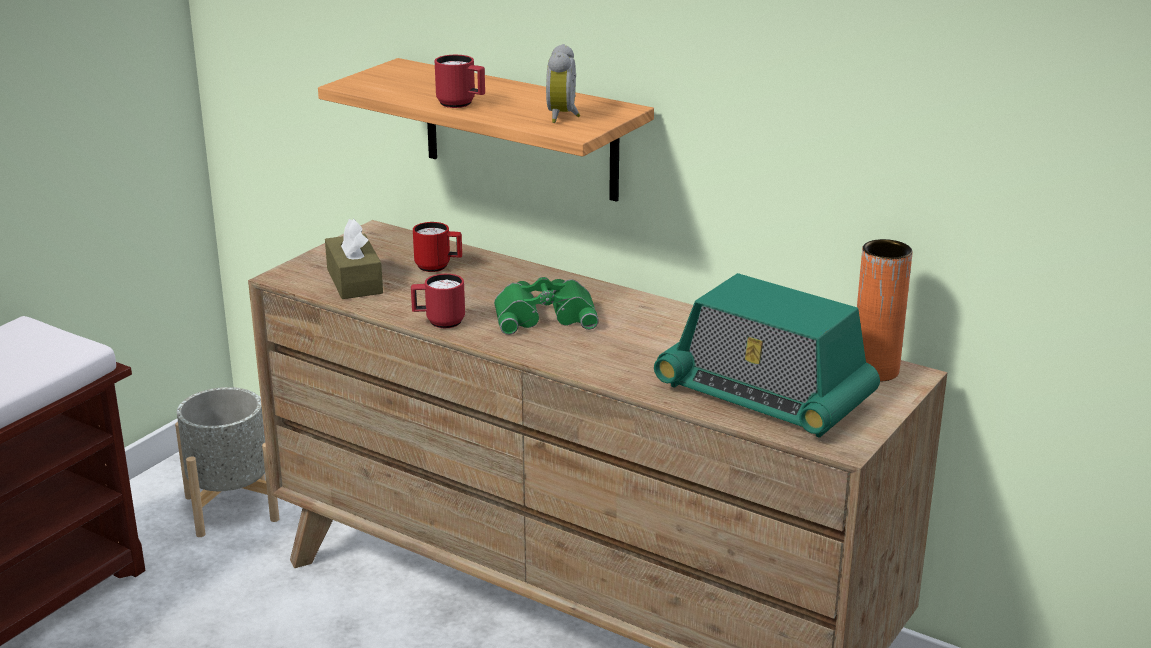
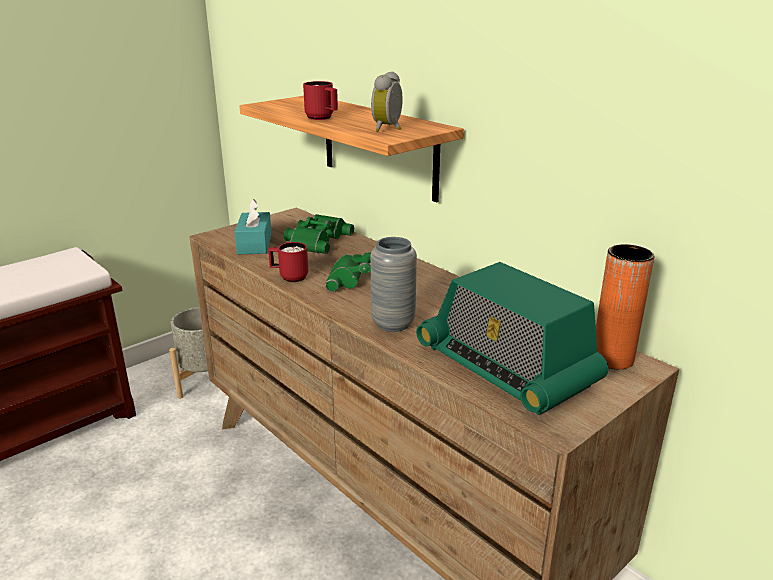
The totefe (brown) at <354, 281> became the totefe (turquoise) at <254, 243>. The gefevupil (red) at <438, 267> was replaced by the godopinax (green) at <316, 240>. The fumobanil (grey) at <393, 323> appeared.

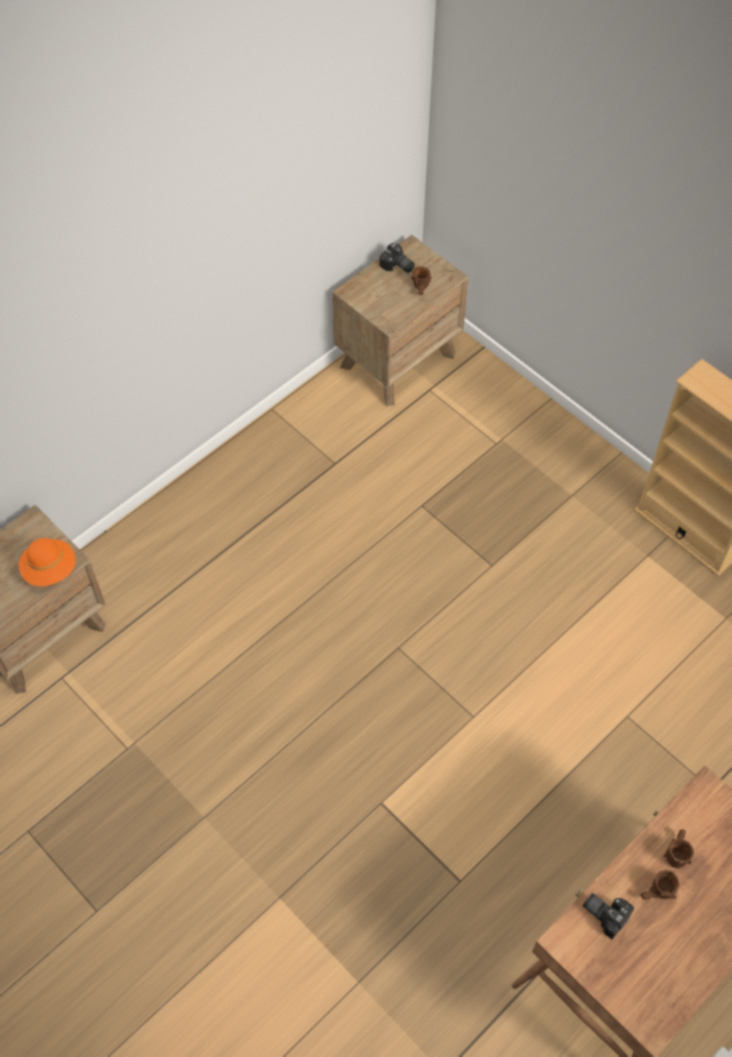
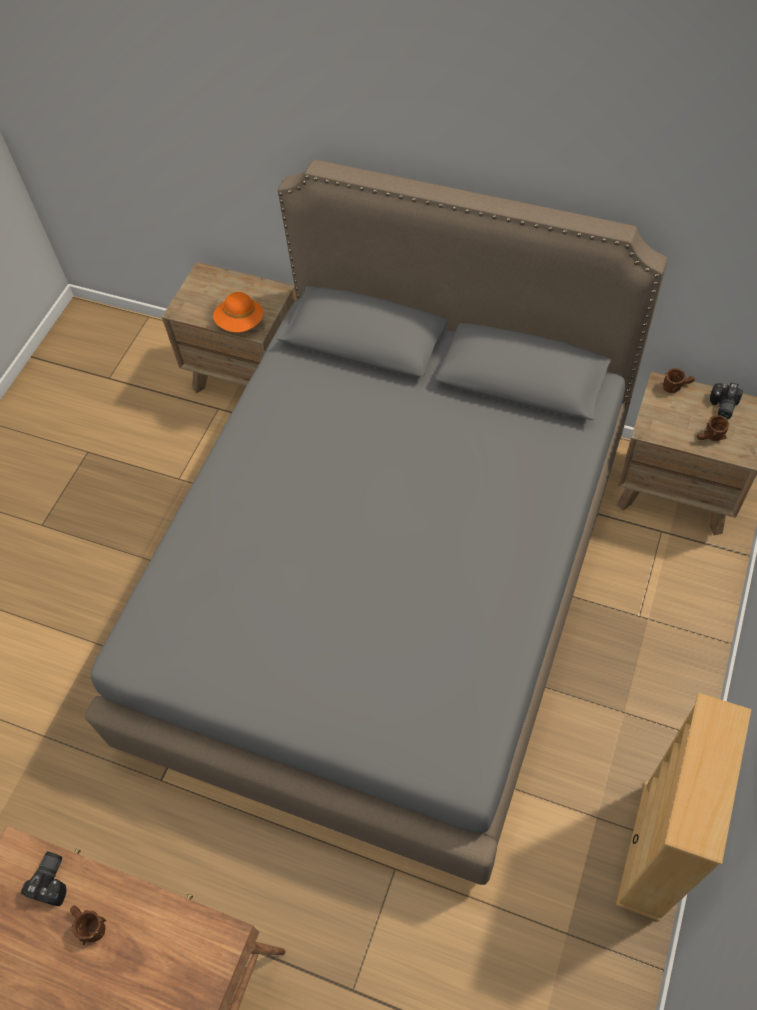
The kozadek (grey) at <387, 585> appeared. The gefevupil (brown) moved from <675, 851> to <676, 386>.

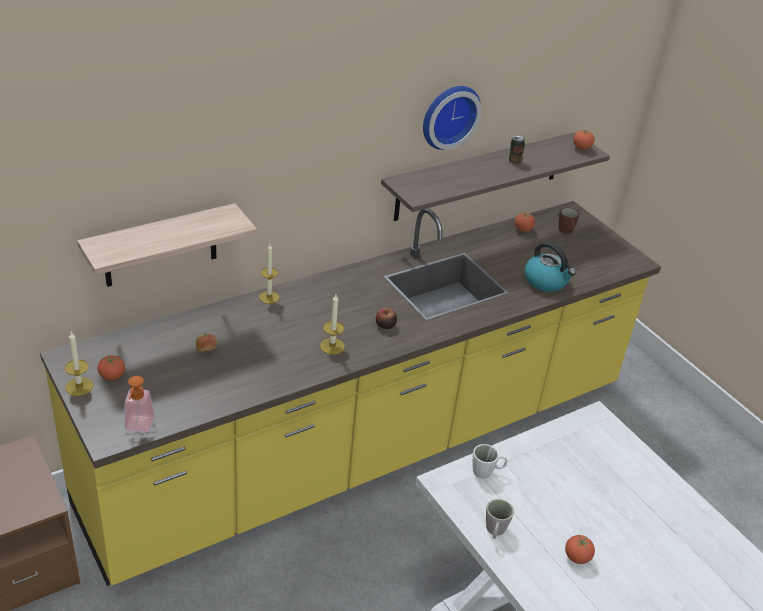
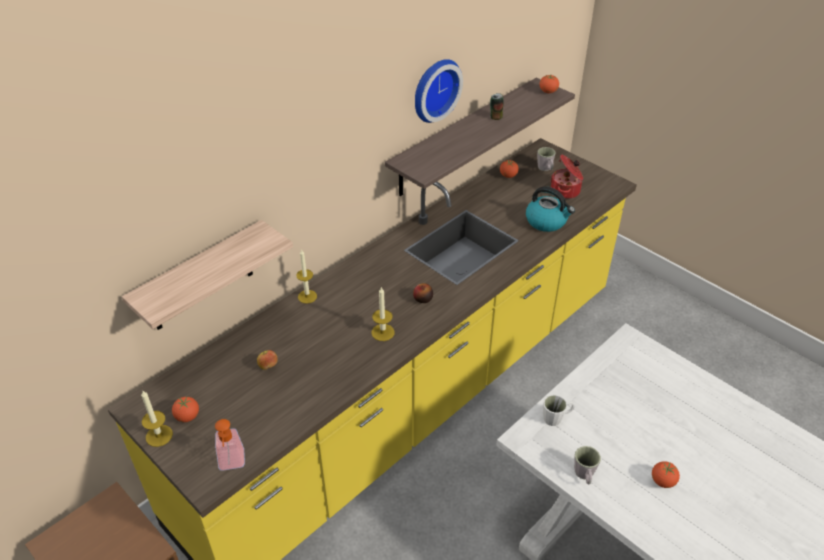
The gefevupil (brown) at <566, 231> became the gefevupil (grey) at <545, 169>. The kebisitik at <566, 191> appeared.

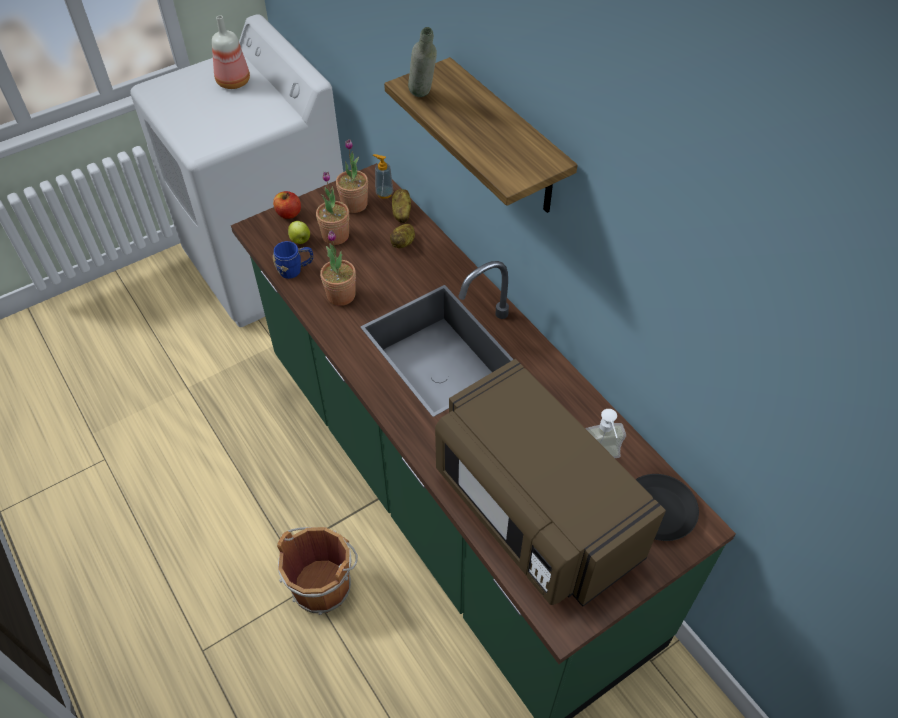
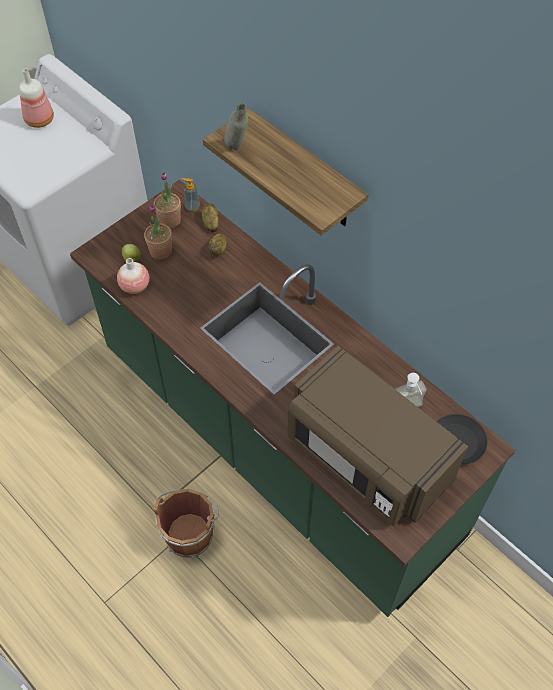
The gefevupil (blue) at <295, 270> was replaced by the fumobanil at <135, 286>. The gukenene at <288, 214> disappeared. The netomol at <341, 295> disappeared.

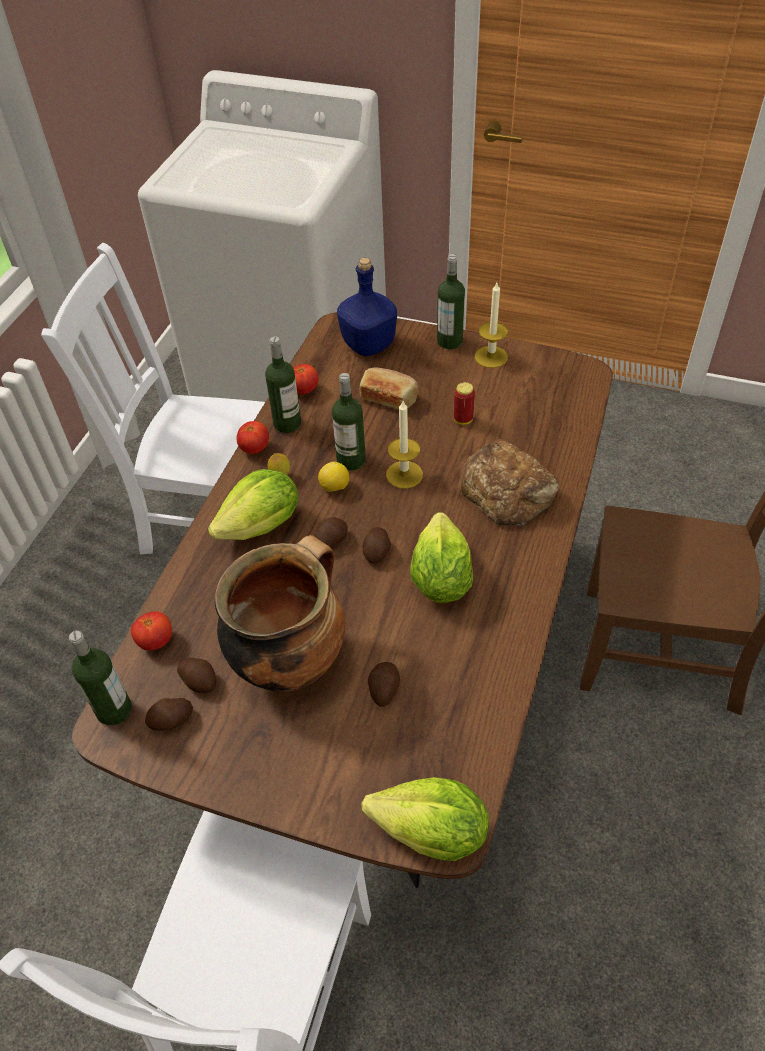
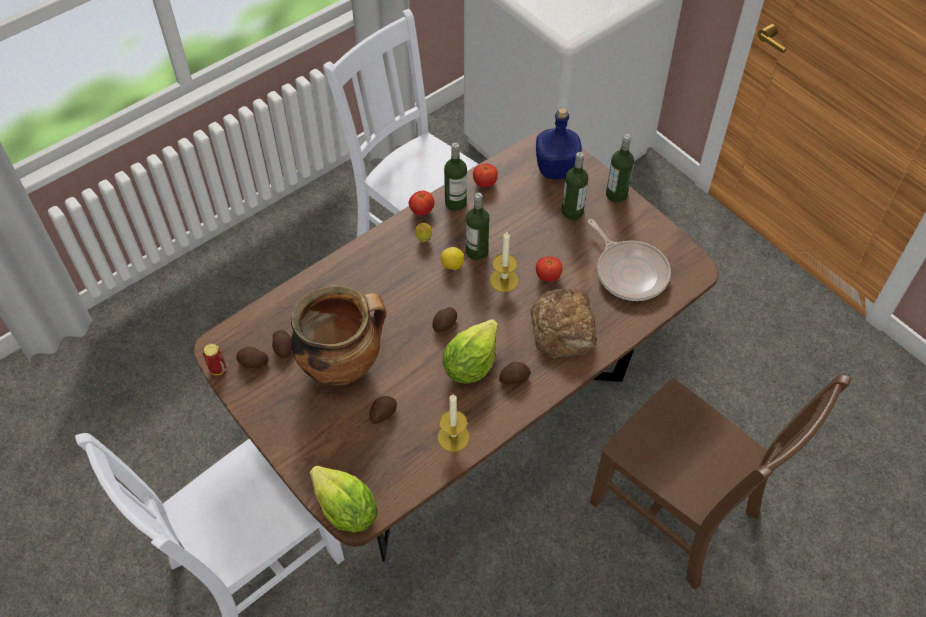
The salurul moved from <463, 419> to <218, 369>. The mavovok moved from <491, 357> to <453, 437>. The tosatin moved from <330, 540> to <514, 377>. The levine moved from <156, 641> to <548, 276>. The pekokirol moved from <114, 710> to <572, 212>. The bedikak at <629, 272> appeared. The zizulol at <262, 526> disappeared. The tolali at <389, 397> disappeared.

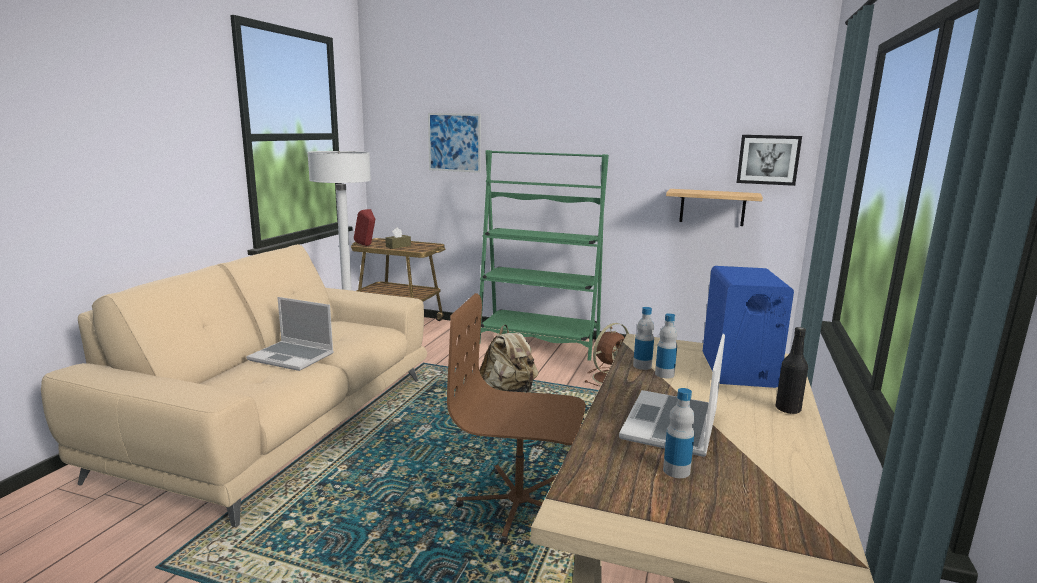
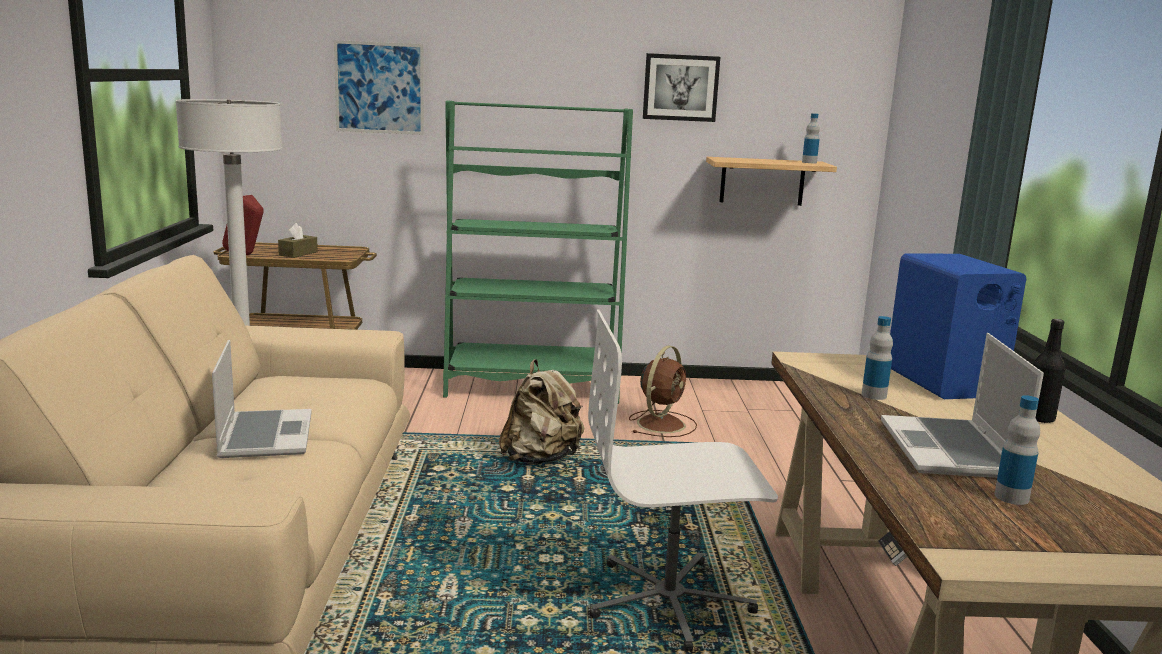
The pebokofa at <293, 357> turned 105 degrees counterclockwise. The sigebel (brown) at <519, 505> became the sigebel (white) at <669, 601>. The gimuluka moved from <768, 159> to <680, 87>. The pekokirol moved from <642, 366> to <809, 162>.

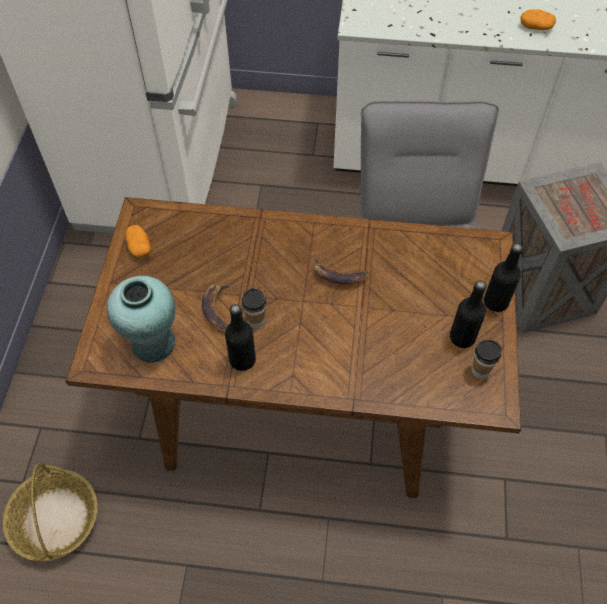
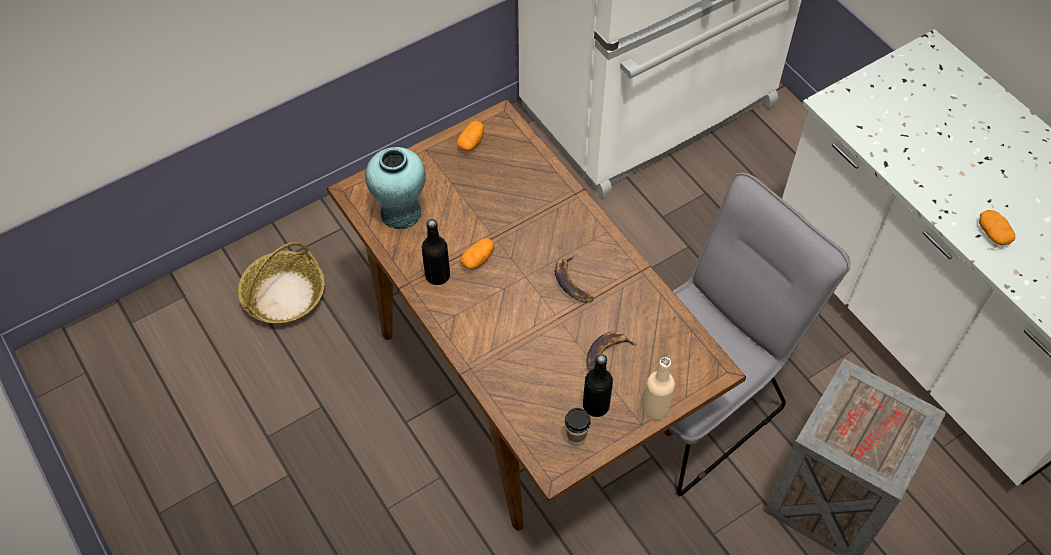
The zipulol at <255, 321> was replaced by the tosatin at <478, 259>. The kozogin moved from <218, 310> to <606, 355>. The pekokirol (black) at <495, 302> became the pekokirol (beige) at <655, 408>.

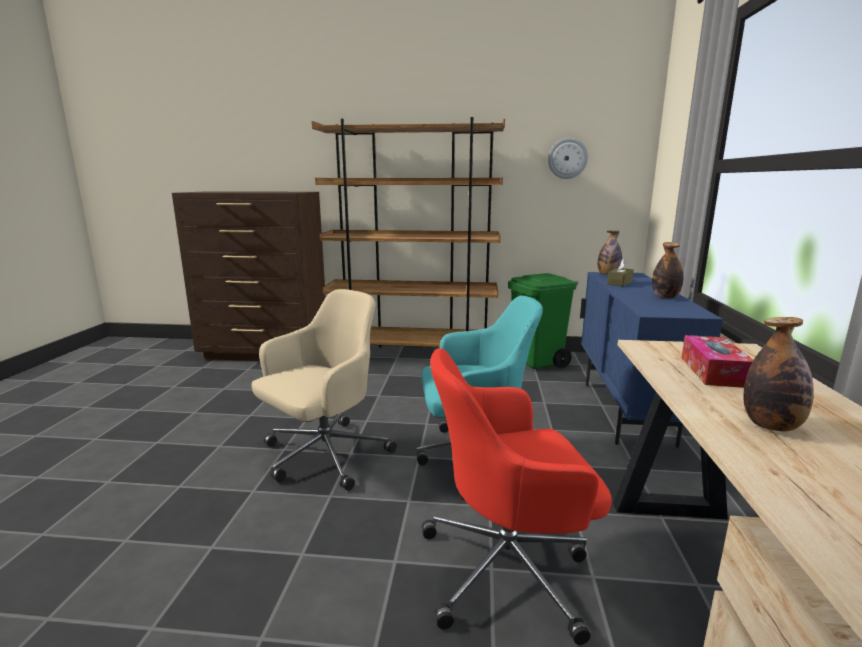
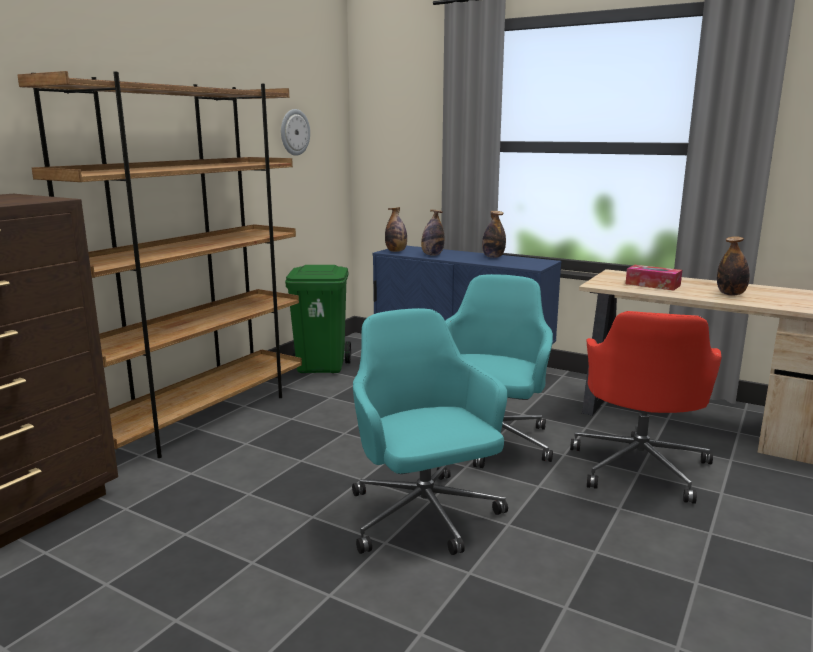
The sigebel (beige) at <324, 456> became the sigebel (turquoise) at <424, 517>. The totefe (brown) at <620, 283> was replaced by the pekokirol at <432, 255>.

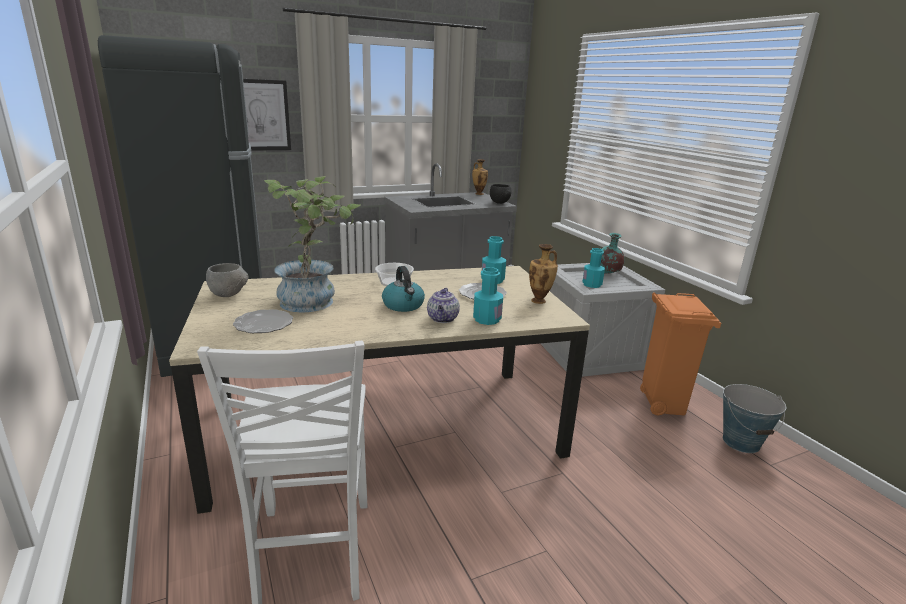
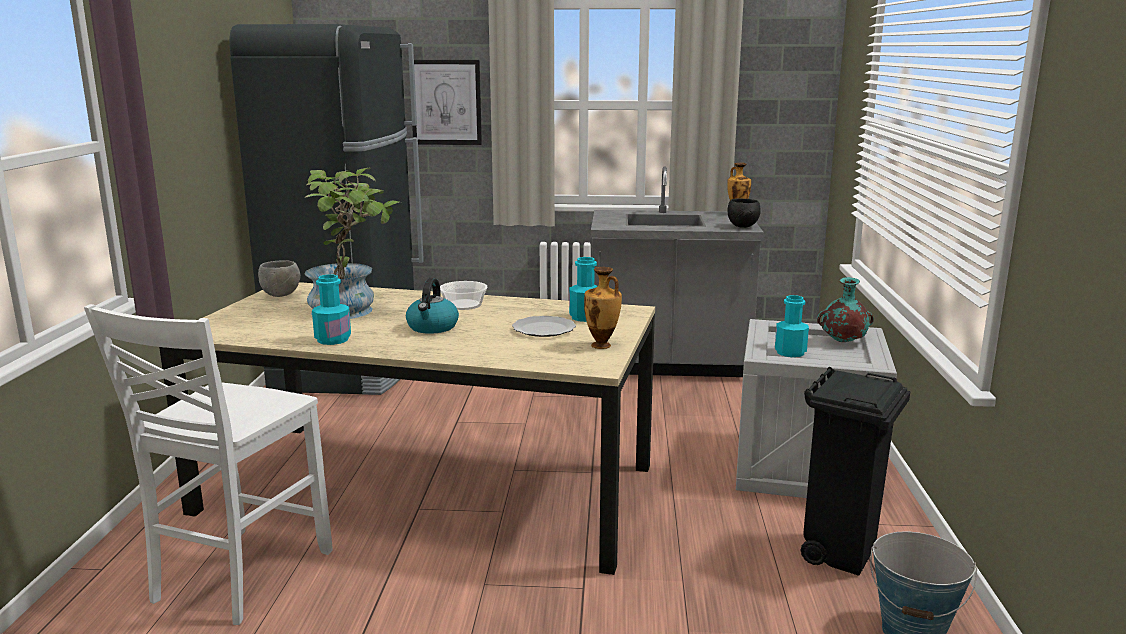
The pekokirol (turquoise) moved from <487, 319> to <333, 339>. The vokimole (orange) at <662, 404> became the vokimole (black) at <840, 553>. The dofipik at <264, 324> disappeared. The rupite at <443, 319> disappeared.

